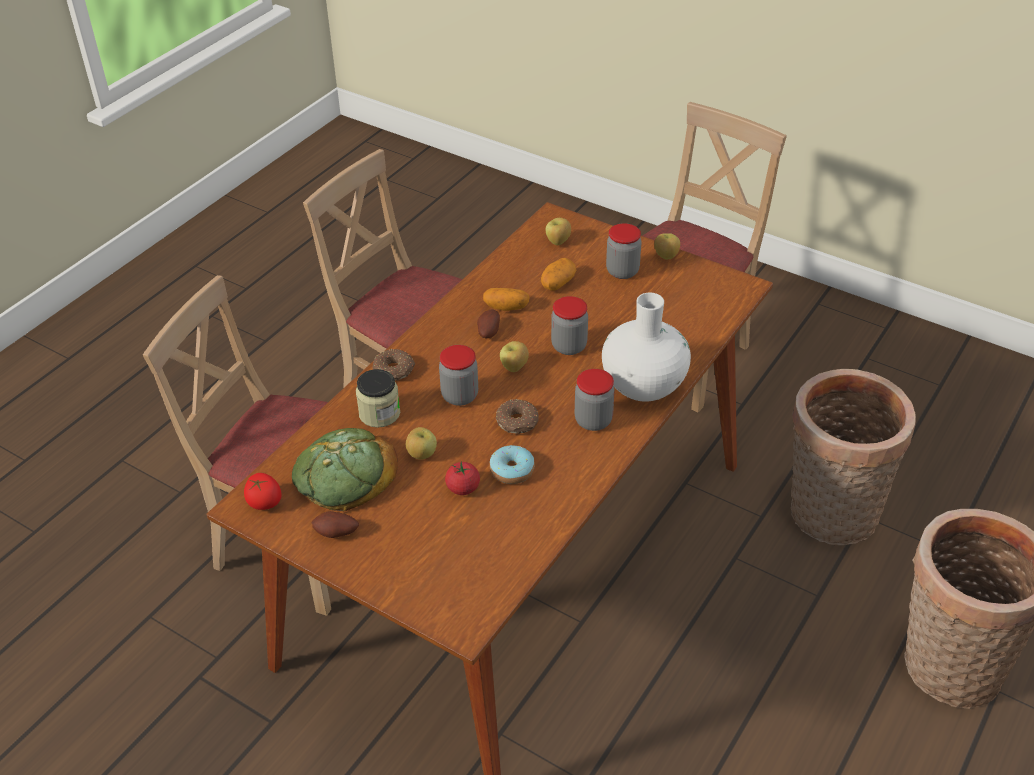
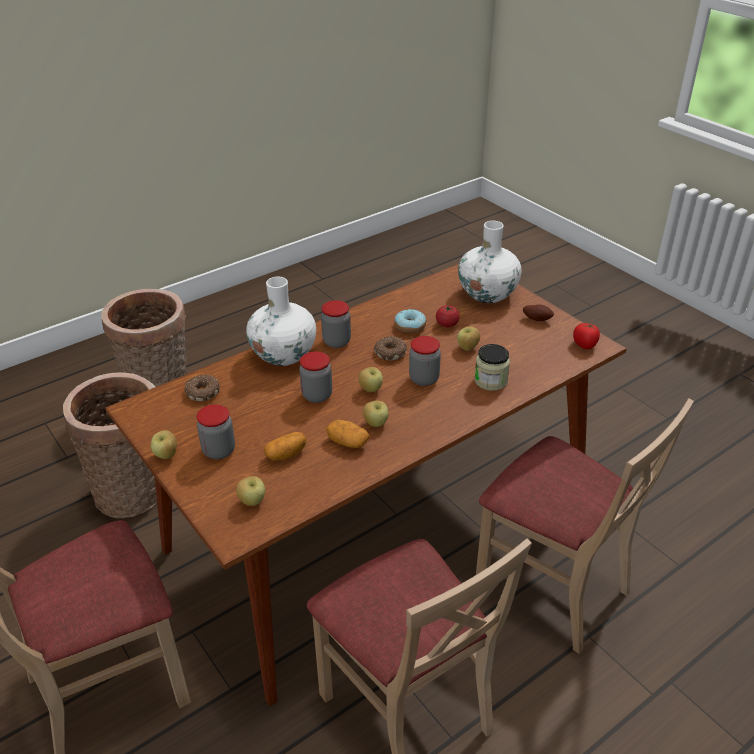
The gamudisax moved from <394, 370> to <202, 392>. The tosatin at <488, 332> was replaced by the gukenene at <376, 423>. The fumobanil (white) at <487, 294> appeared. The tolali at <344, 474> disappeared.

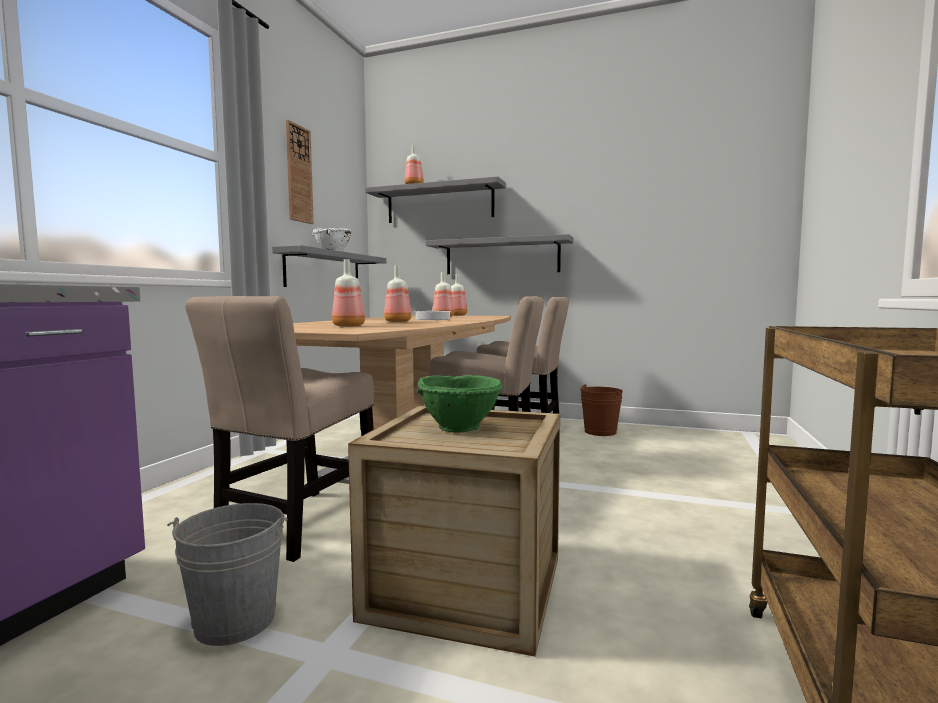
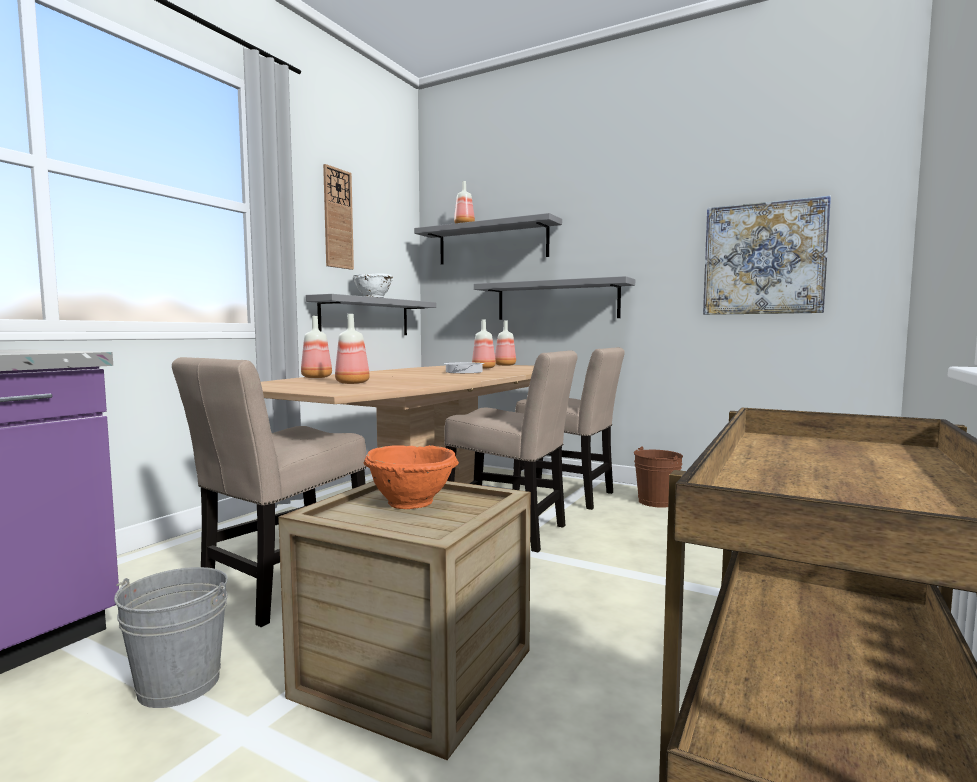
The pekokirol moved from <397, 321> to <316, 377>. The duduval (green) at <460, 427> became the duduval (orange) at <412, 502>. The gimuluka at <763, 259> appeared.

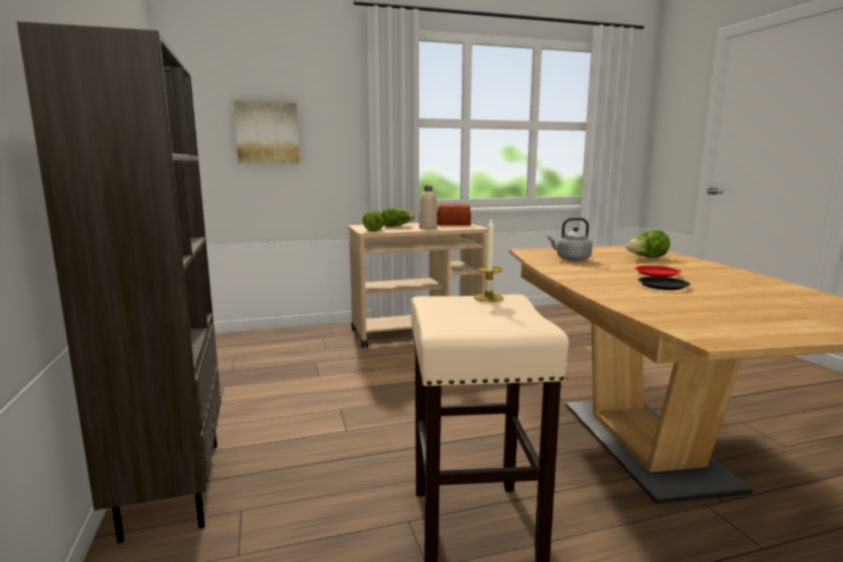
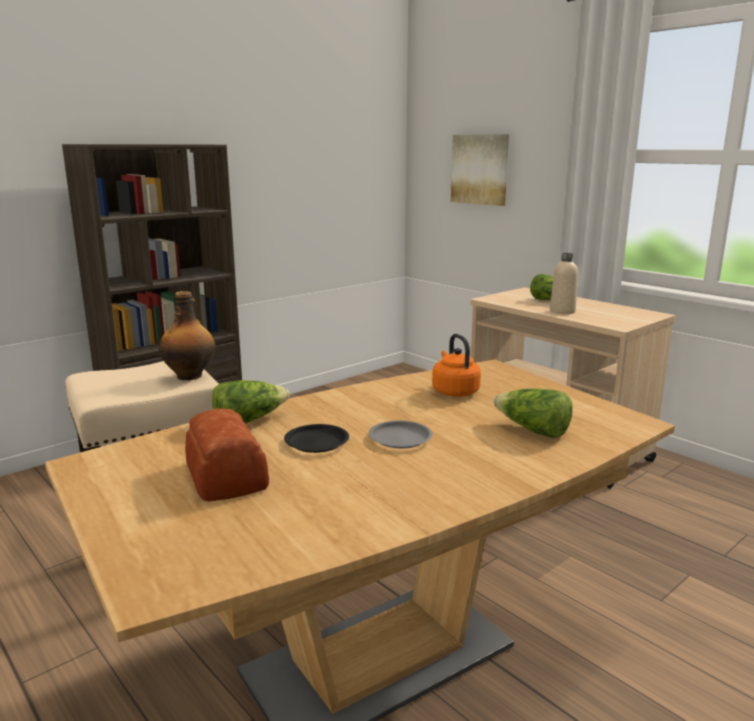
The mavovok at <488, 297> was replaced by the pekokirol at <190, 376>. The tolali moved from <454, 224> to <225, 477>. The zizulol moved from <373, 230> to <249, 420>. The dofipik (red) at <656, 274> became the dofipik (grey) at <400, 438>. The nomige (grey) at <571, 259> became the nomige (orange) at <454, 391>.

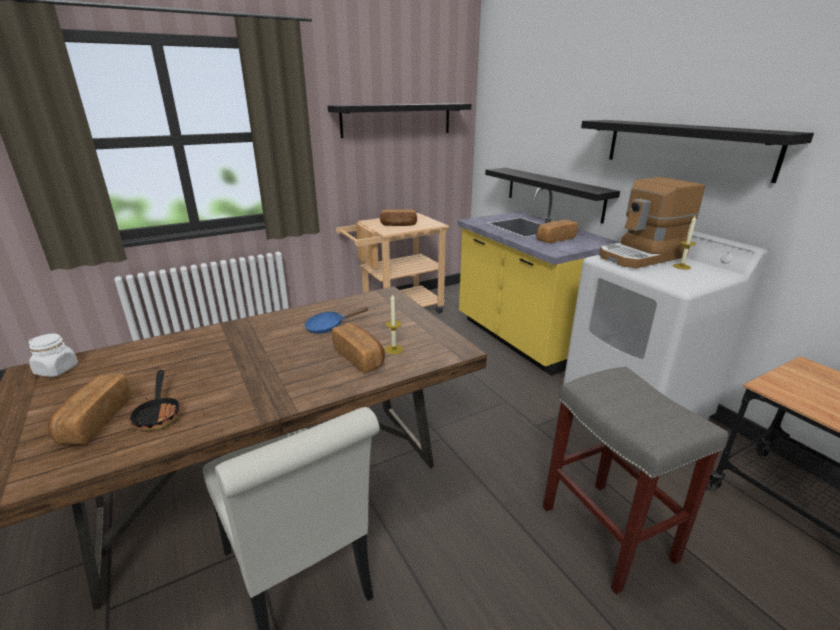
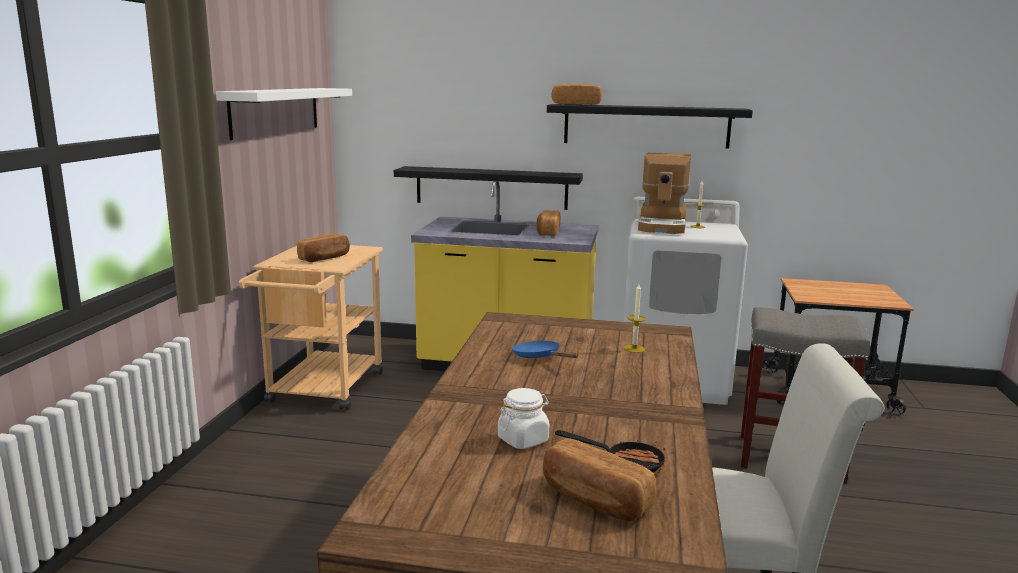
The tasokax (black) at <397, 120> became the tasokax (white) at <276, 111>. The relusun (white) moved from <57, 370> to <523, 439>. The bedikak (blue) at <329, 327> turned 120 degrees clockwise. The tolali moved from <359, 357> to <576, 104>.

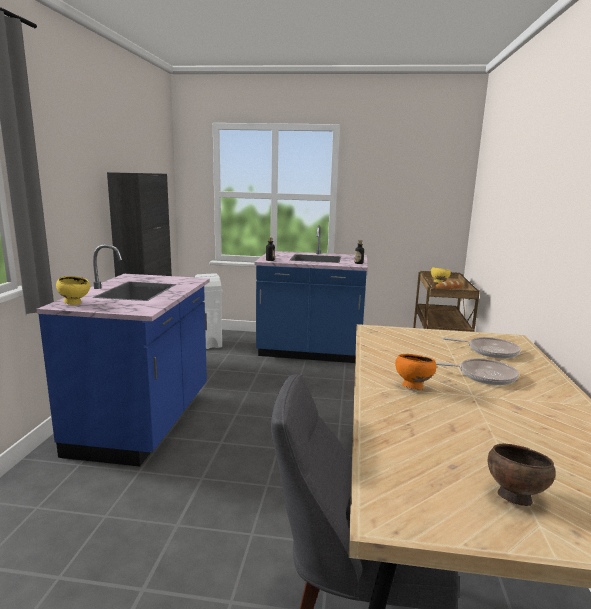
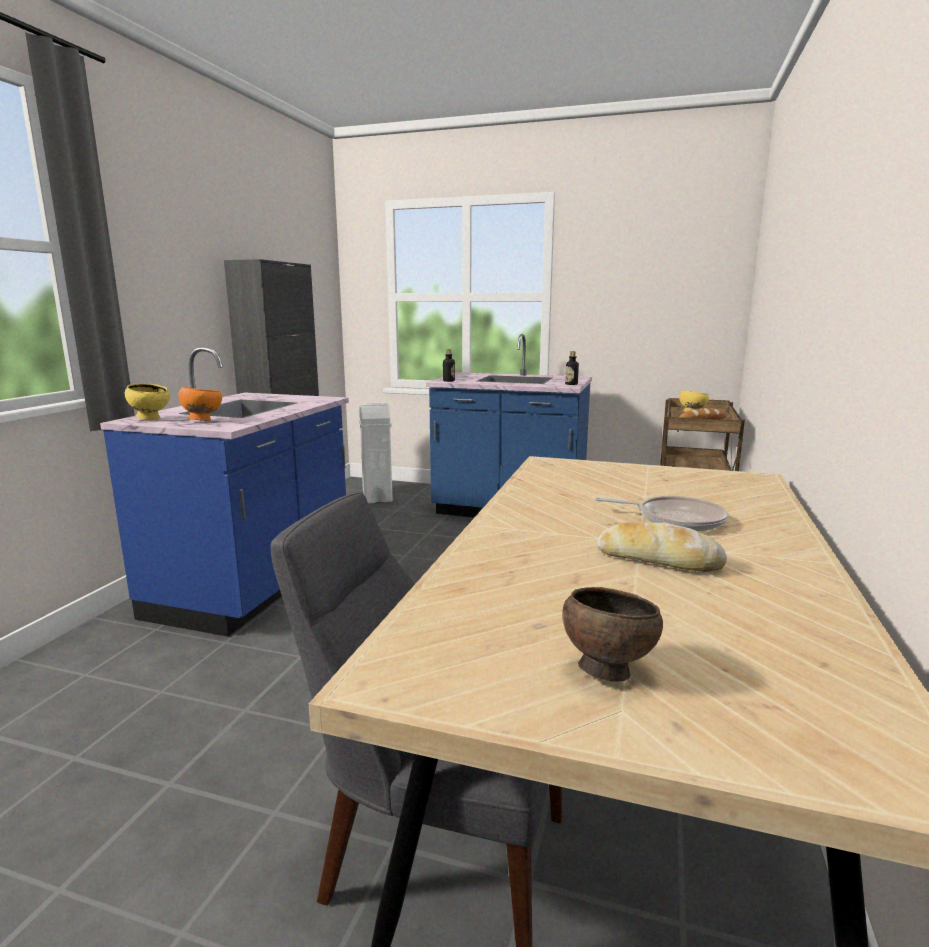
The duduval (orange) moved from <412, 387> to <202, 421>. The tolali at <658, 559> appeared. The bedikak at <489, 351> disappeared.

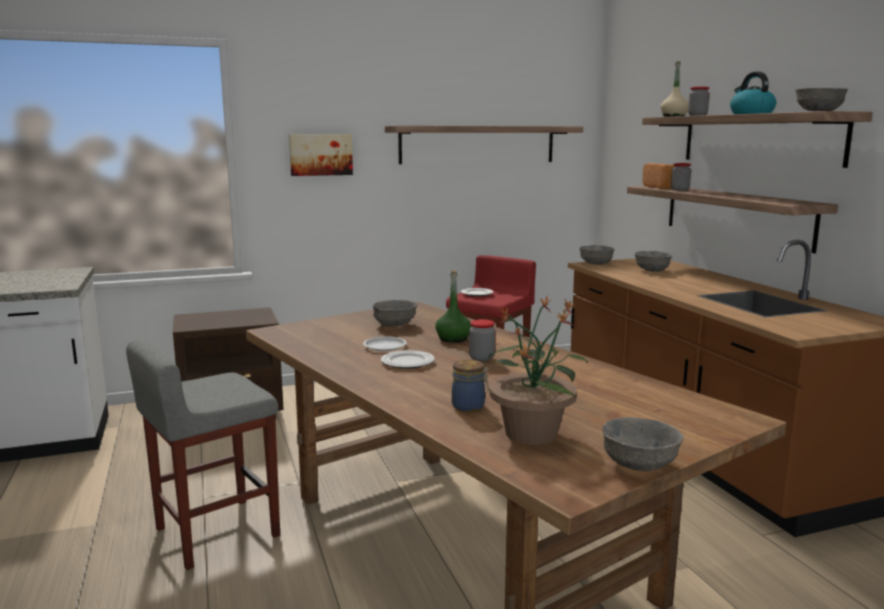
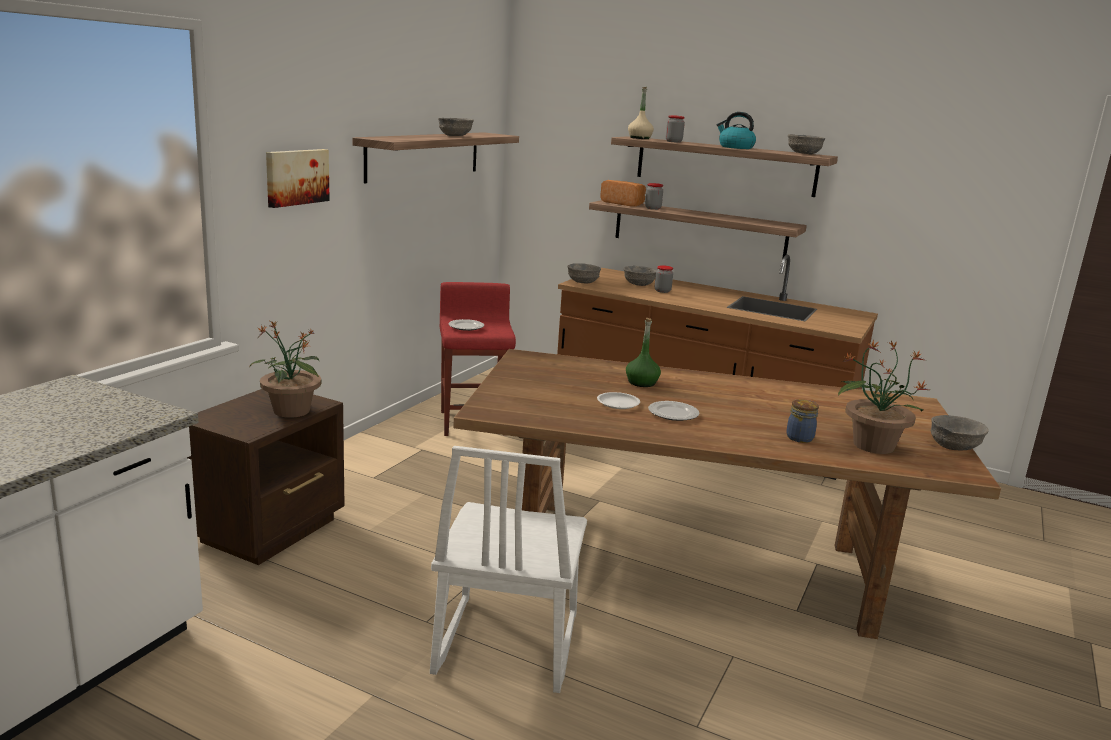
The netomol at <291, 411> appeared. The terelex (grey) at <215, 533> was replaced by the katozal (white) at <505, 644>. The duduval (grey) moved from <394, 325> to <455, 136>. The relusun moved from <481, 358> to <662, 291>.

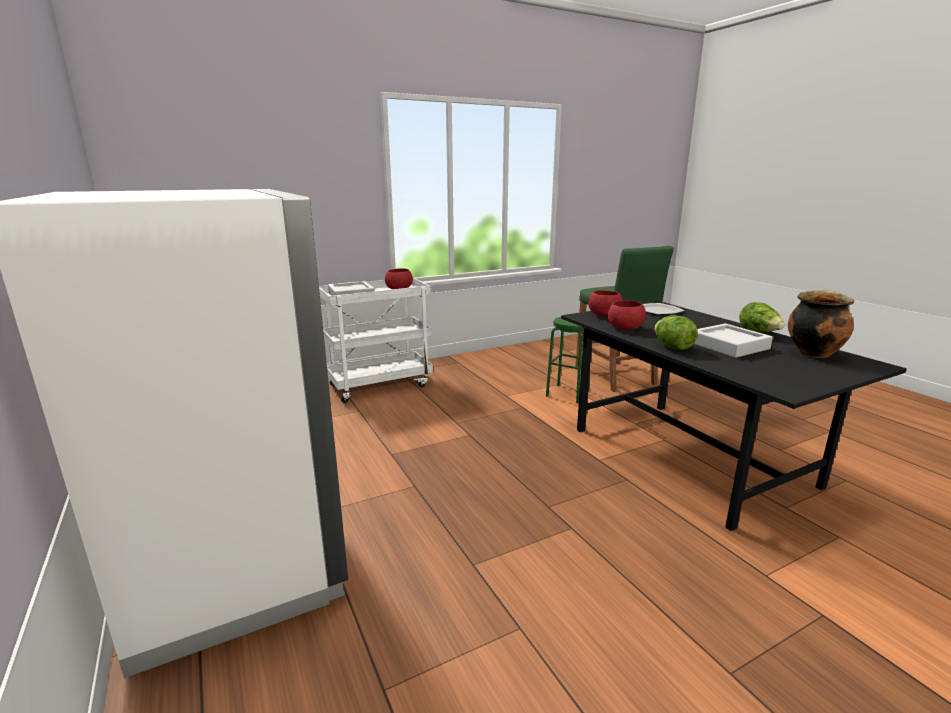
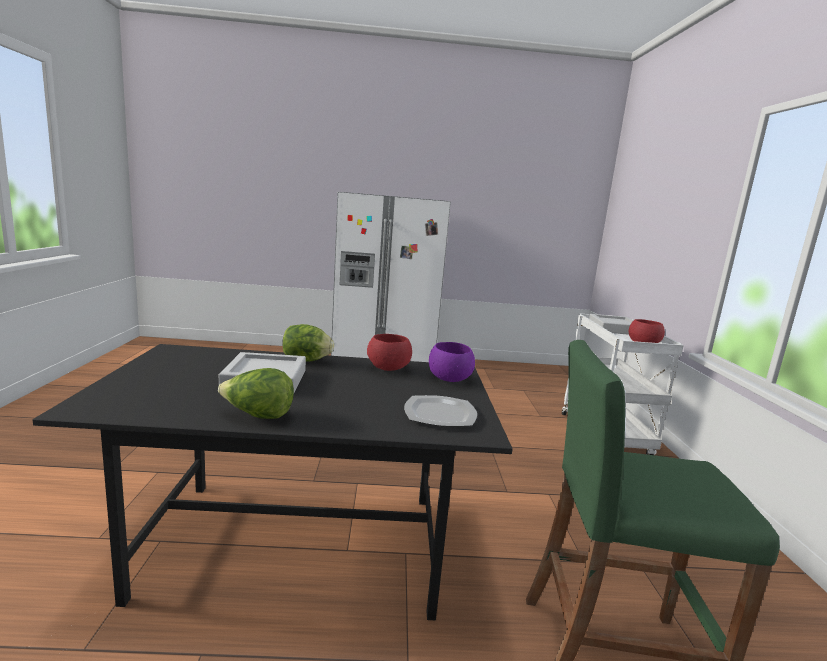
The duduval (red) at <604, 315> became the duduval (purple) at <449, 379>. The terelex (green) at <567, 393> disappeared. The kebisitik at <813, 353> disappeared.

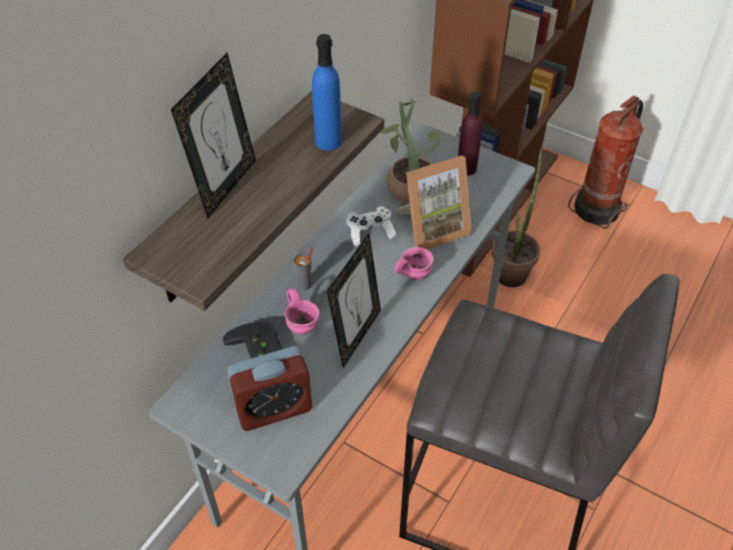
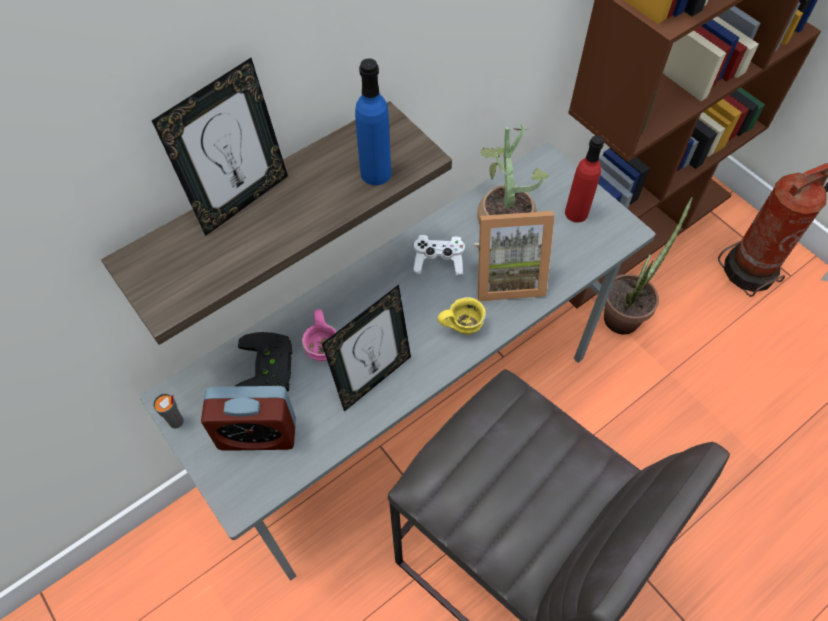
The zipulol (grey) moved from <305, 285> to <176, 422>. The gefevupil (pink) at <412, 275> became the gefevupil (yellow) at <461, 326>. The pekokirol (purple) at <466, 168> became the pekokirol (red) at <576, 213>.

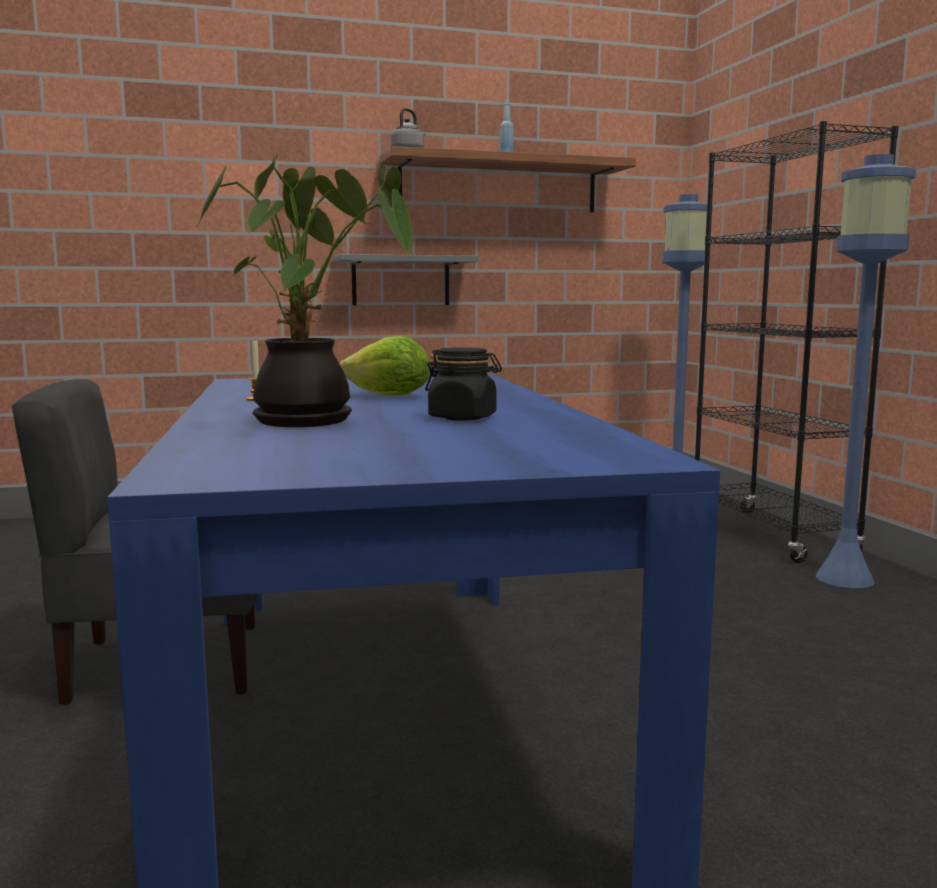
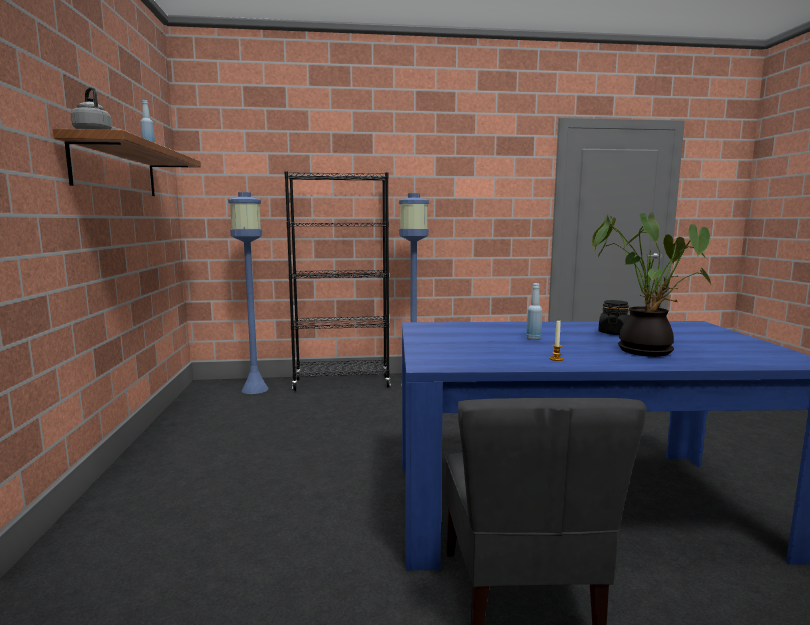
The zizulol at <389, 396> was replaced by the pekokirol (blue) at <533, 339>. The tasokax (grey) at <400, 281> disappeared.

